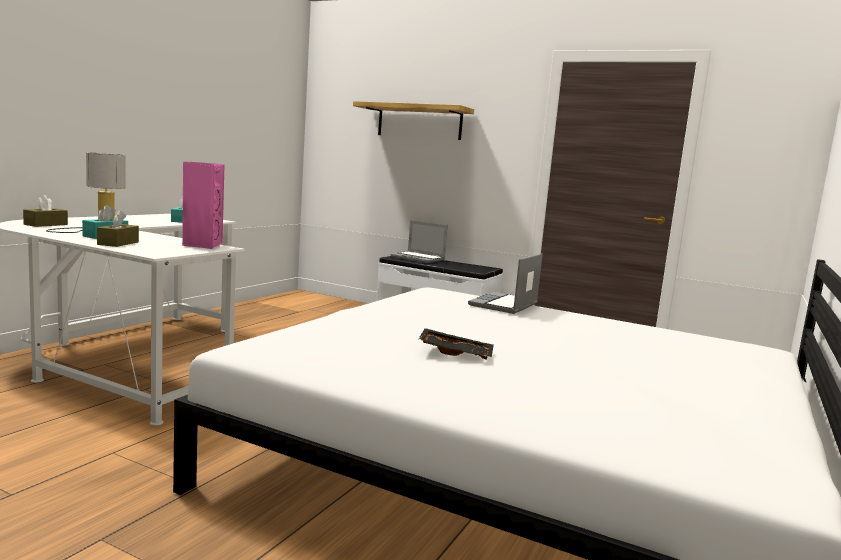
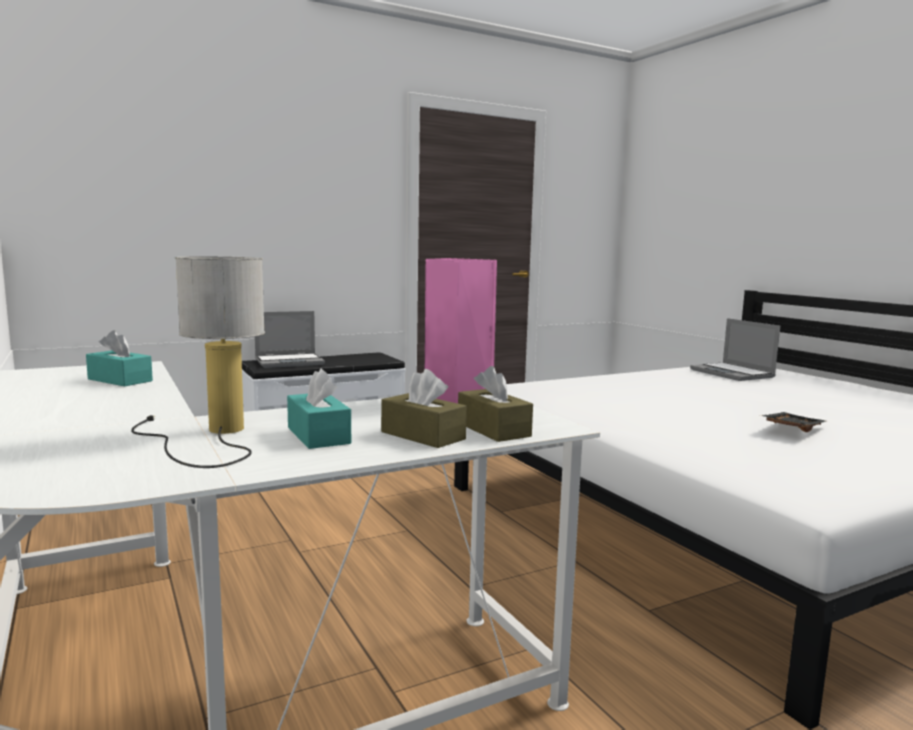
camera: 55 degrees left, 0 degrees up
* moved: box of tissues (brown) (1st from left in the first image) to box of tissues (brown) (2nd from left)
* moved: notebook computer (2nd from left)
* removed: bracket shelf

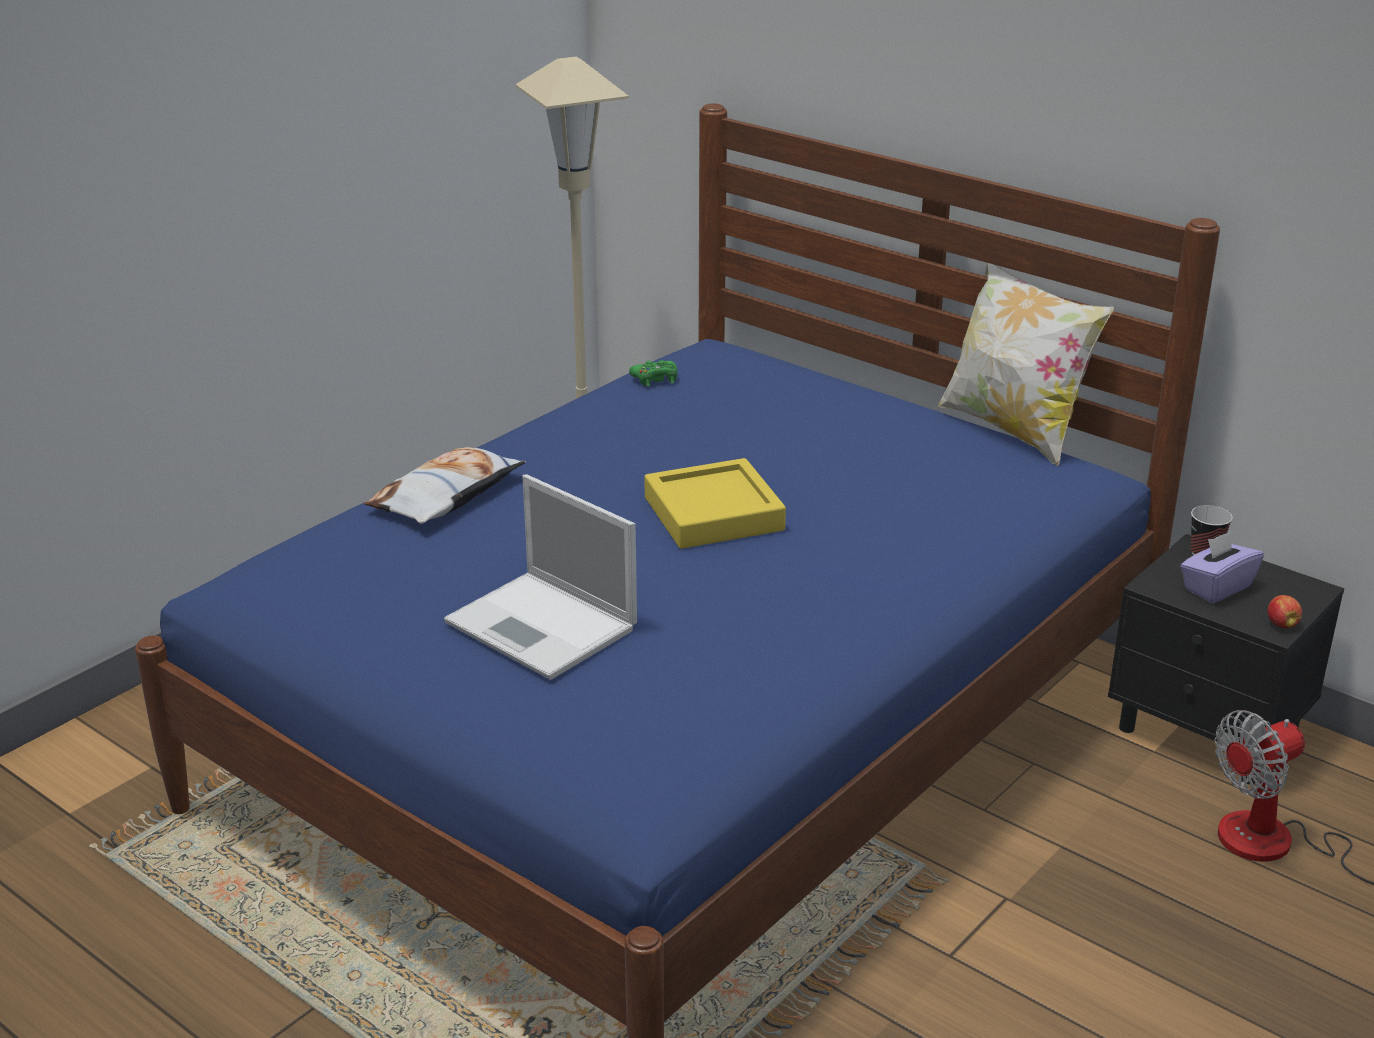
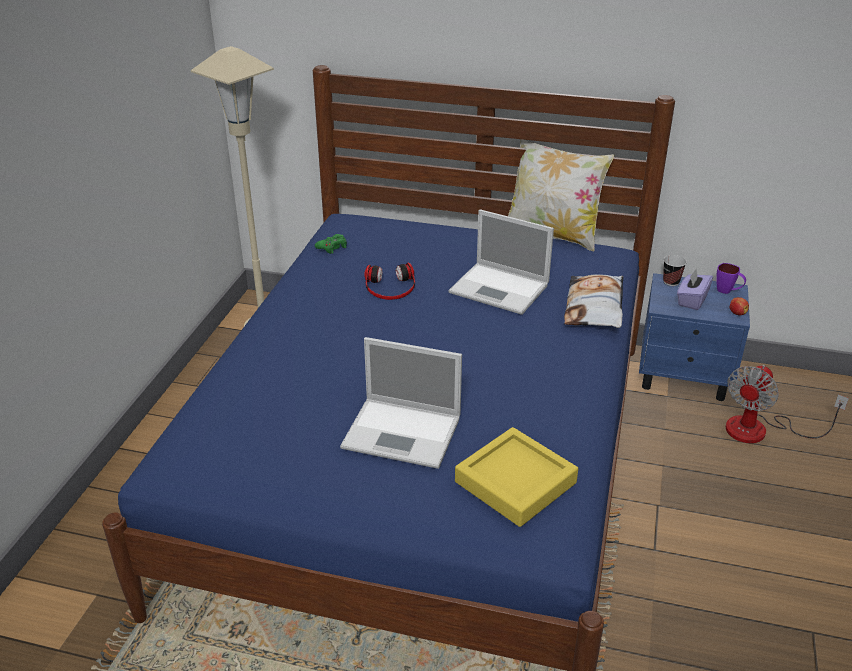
camera: 25 degrees left, 5 degrees up
* added: headphones
* added: notebook computer (2nd from left)
* moved: serving tray (yellow)
* moved: pillow (1st from left in the first image) to pillow (2nd from left)
* recoloured: nightstand (black) to nightstand (blue-coloured)
* added: coffee mug (purple)

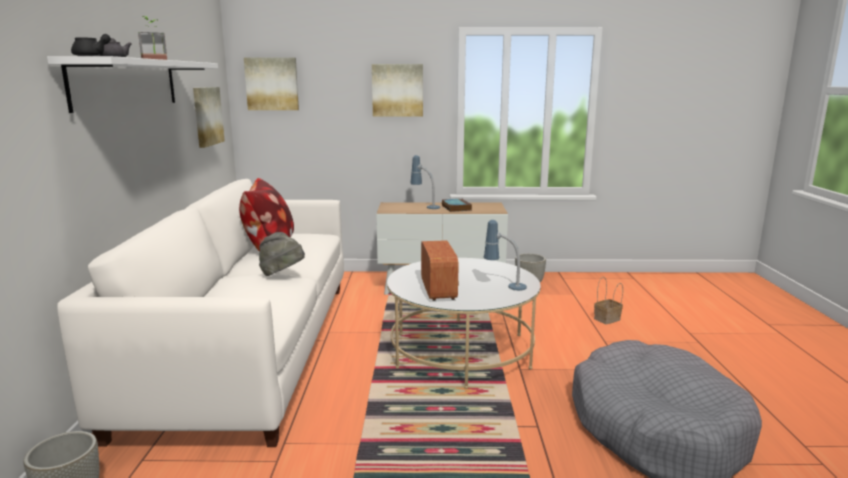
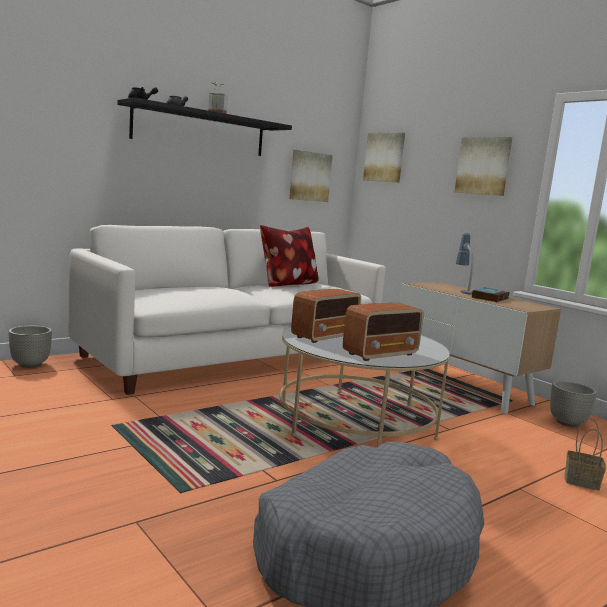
camera: 50 degrees right, 5 degrees down
* recoloured: bracket shelf (white-coloured) to bracket shelf (black)
* replaced: lamp for a table (2nd from left) to radio set (2nd from left)
* removed: wearable hat (grey)

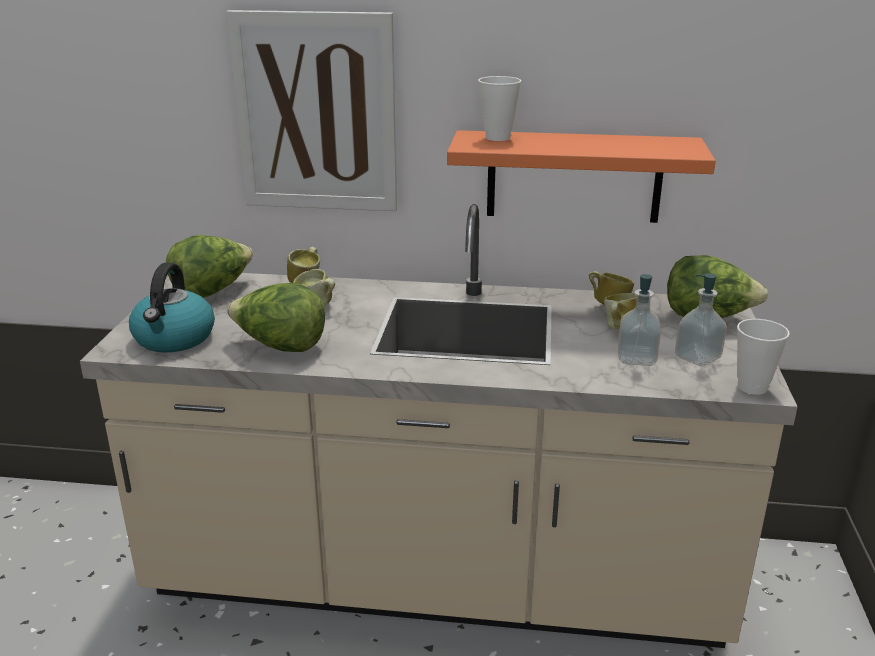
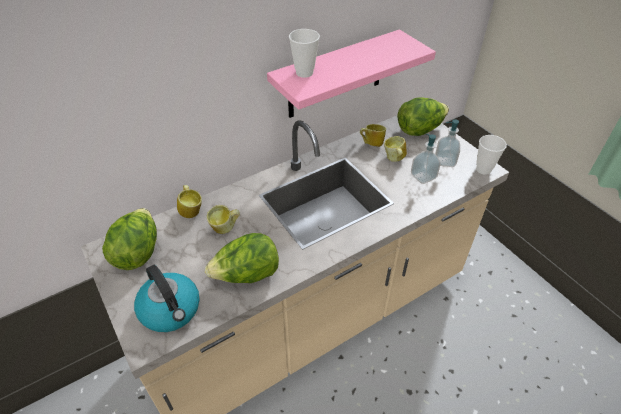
camera: 40 degrees left, 20 degrees up
* recoloured: bracket shelf (orangey) to bracket shelf (pinkish)
* removed: wall picture

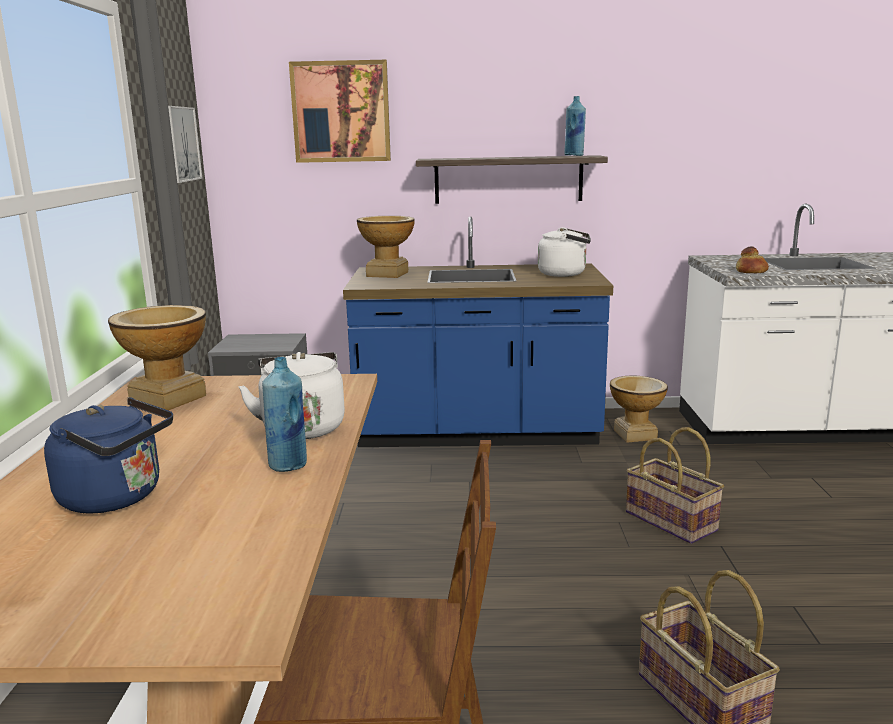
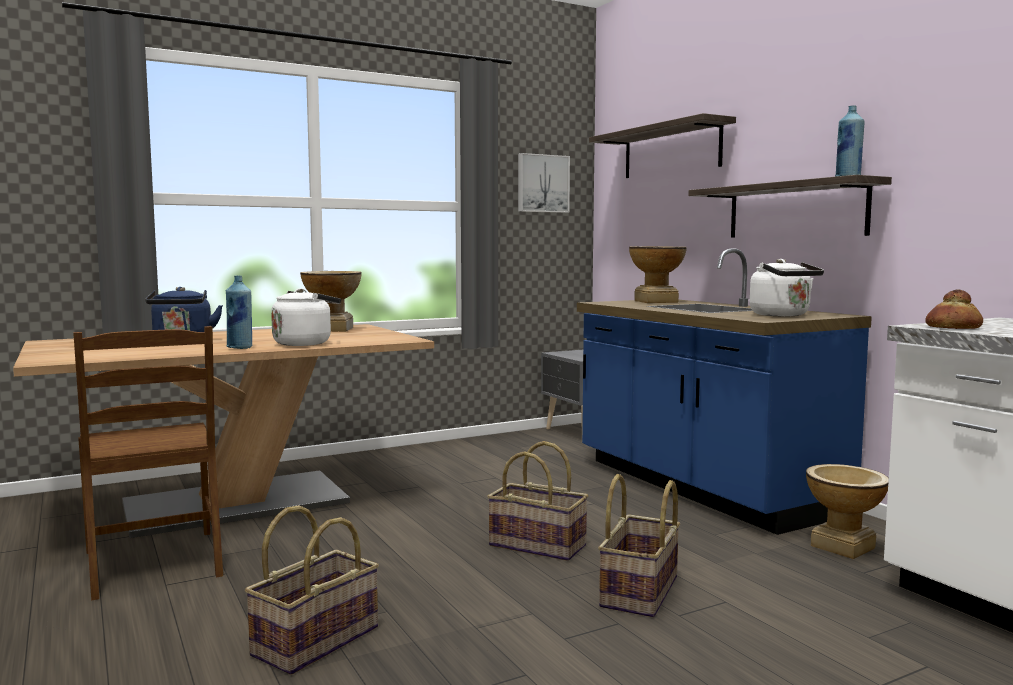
camera: 60 degrees right, 10 degrees down
* added: storage basket (2nd from left)
* replaced: wall picture (2nd from left) to bracket shelf (1st from left)

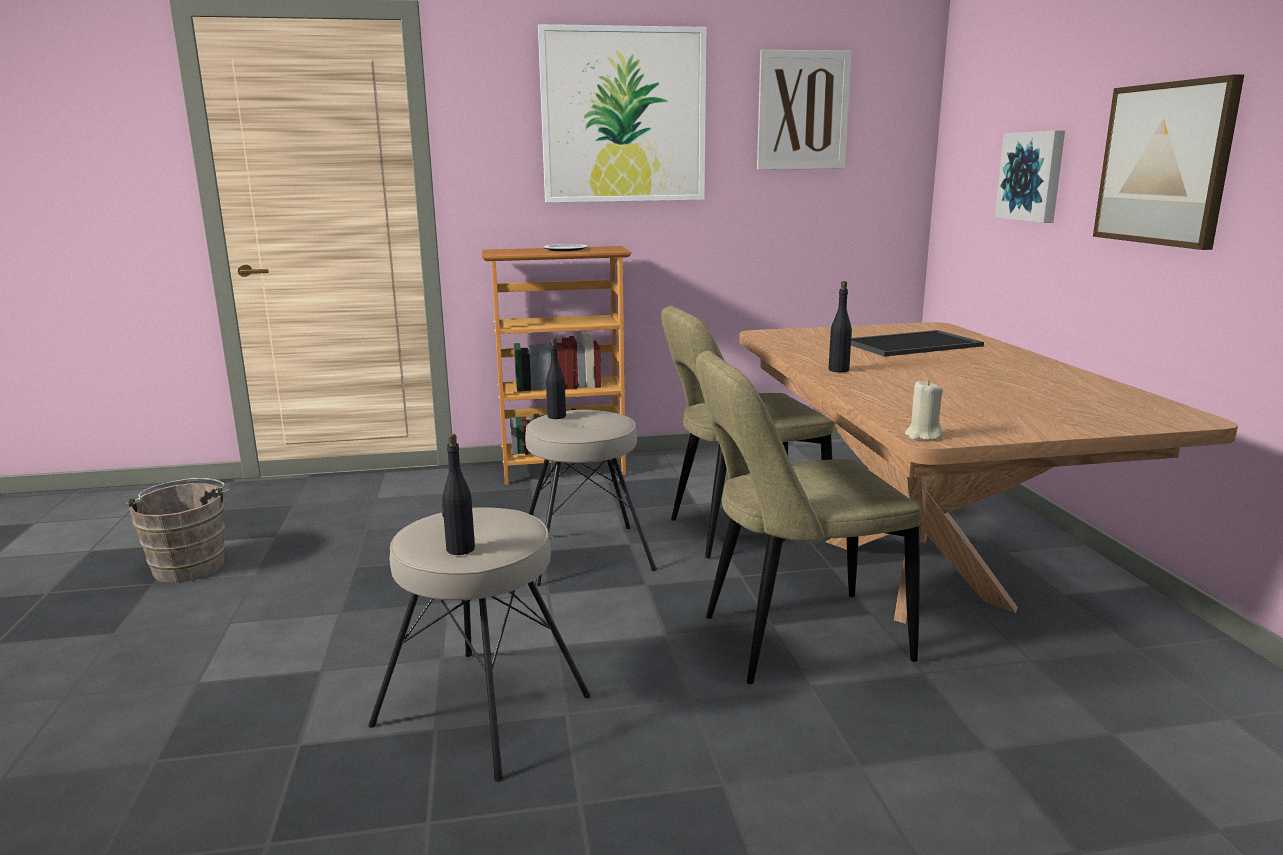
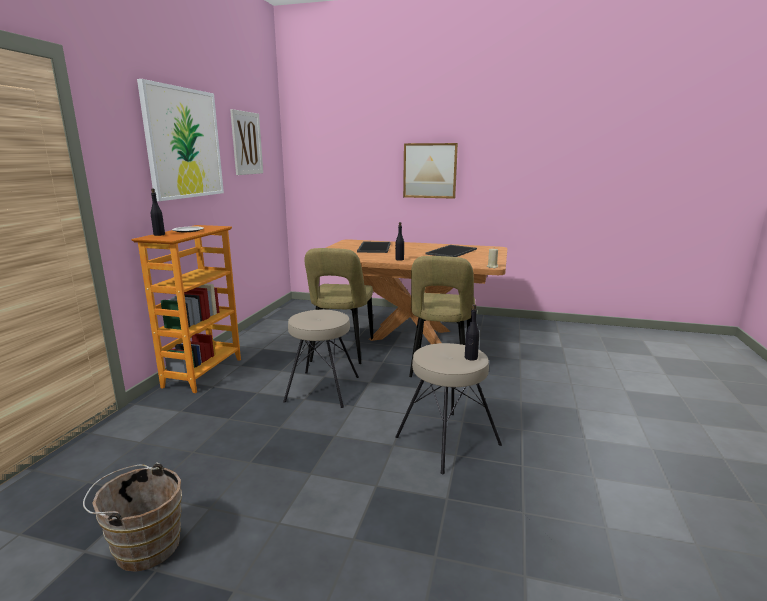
camera: 65 degrees left, 0 degrees up
* moved: drink bottle (black) (2nd from left in the first image) to drink bottle (black) (1st from left)
* added: serving tray (2nd from left)
* removed: wall picture (3rd from left)

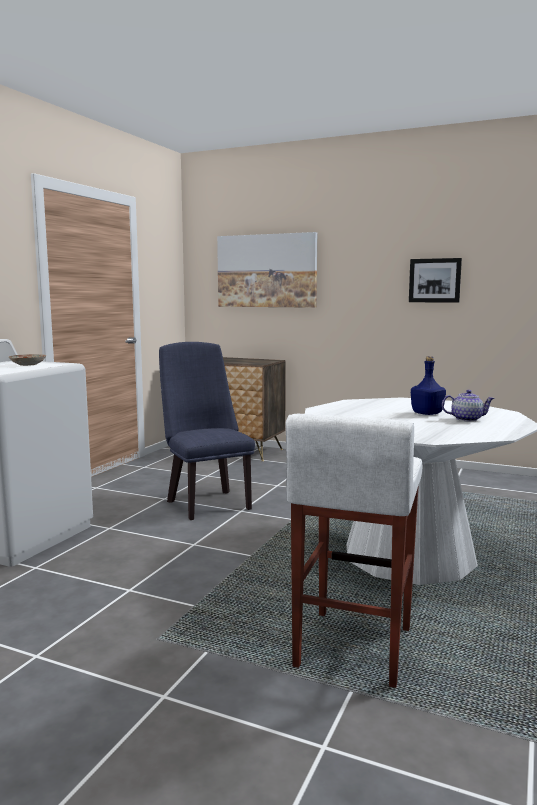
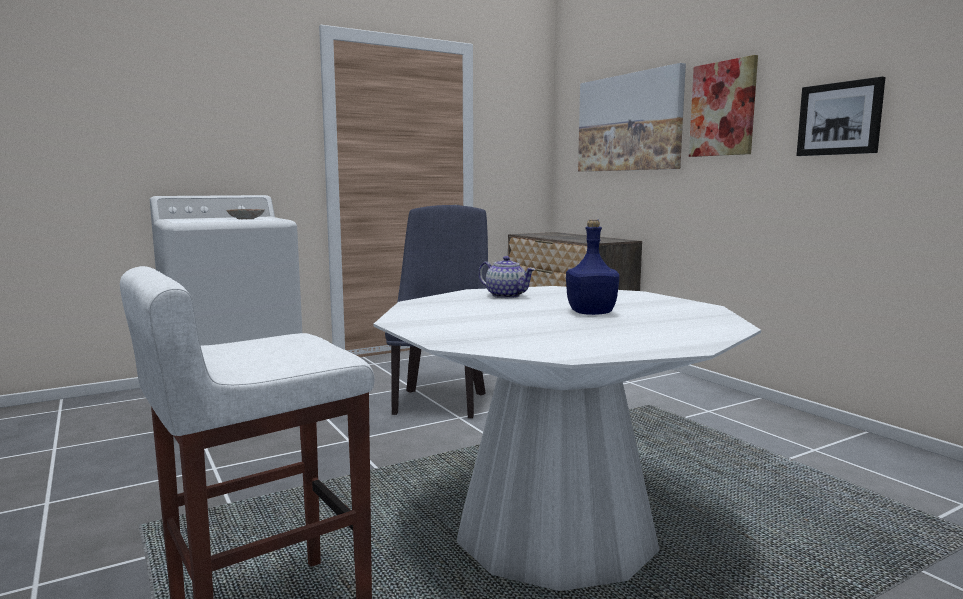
camera: 35 degrees right, 0 degrees up
* moved: pot for tea
* added: wall picture (2nd from left)

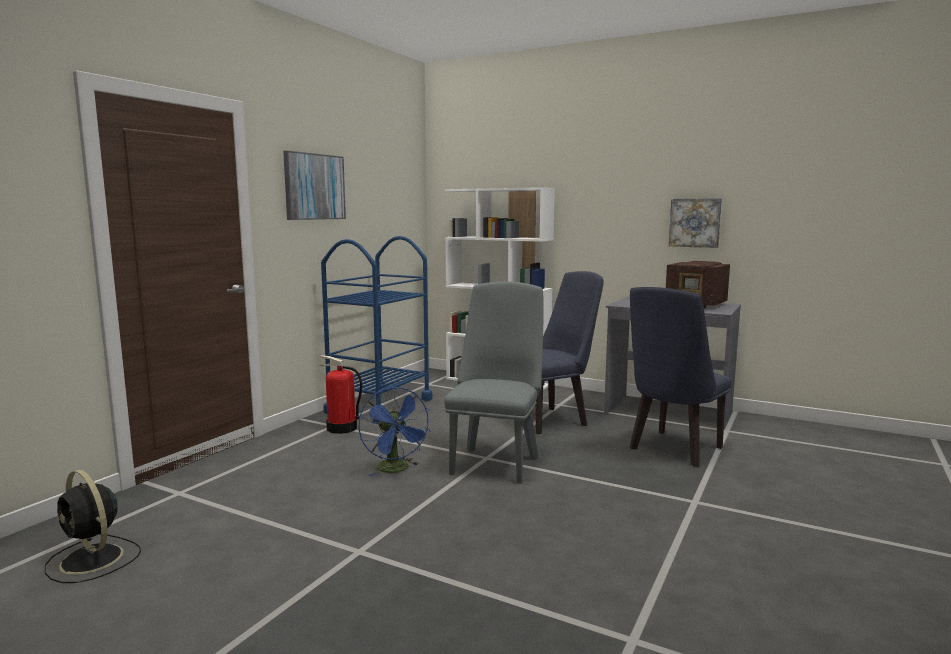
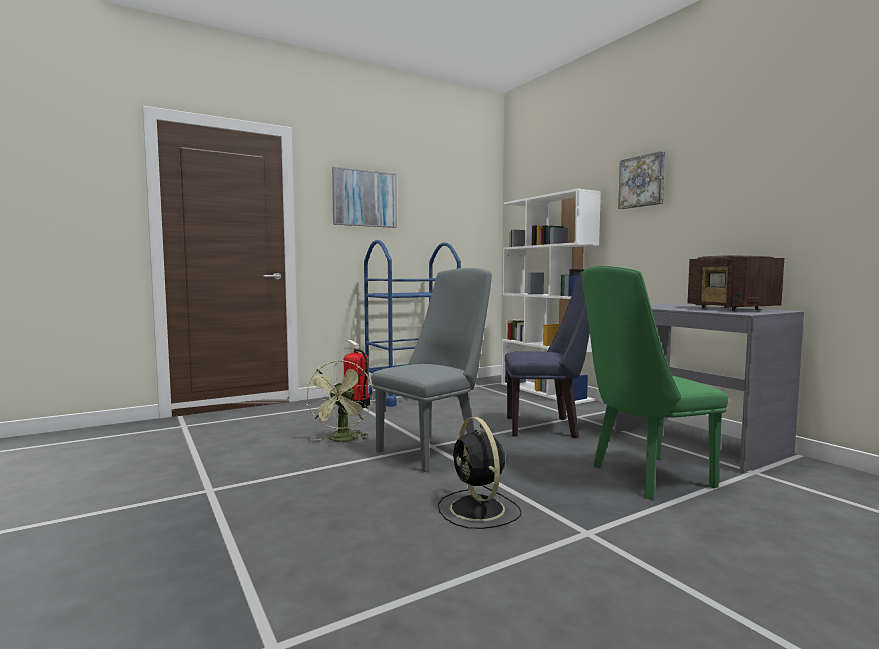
camera: 30 degrees right, 5 degrees down
* recoloured: electric fan (blue-coloured) to electric fan (green-coloured)
* moved: electric fan (black)
* recoloured: upright chair (blue-coloured) (2nd from left) to upright chair (green-coloured)
* moved: wall picture (2nd from left)

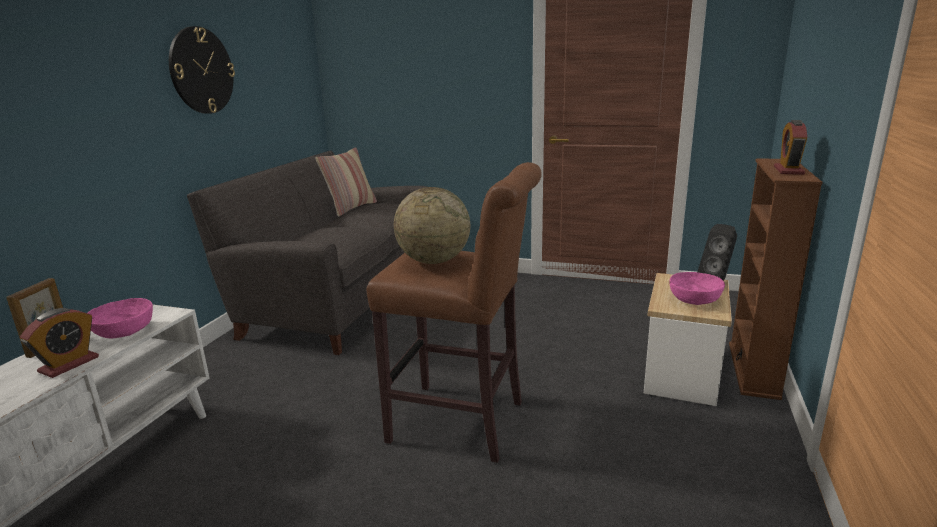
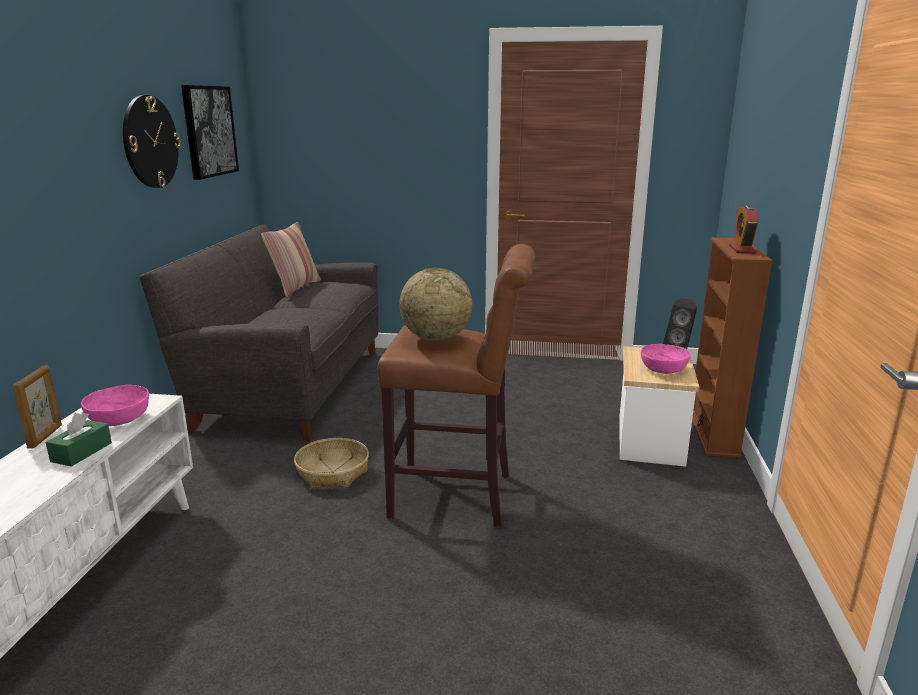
camera: 10 degrees left, 0 degrees up
* replaced: alarm clock (1st from left) to box of tissues (green-coloured)
* added: wall picture
* added: storage basket

